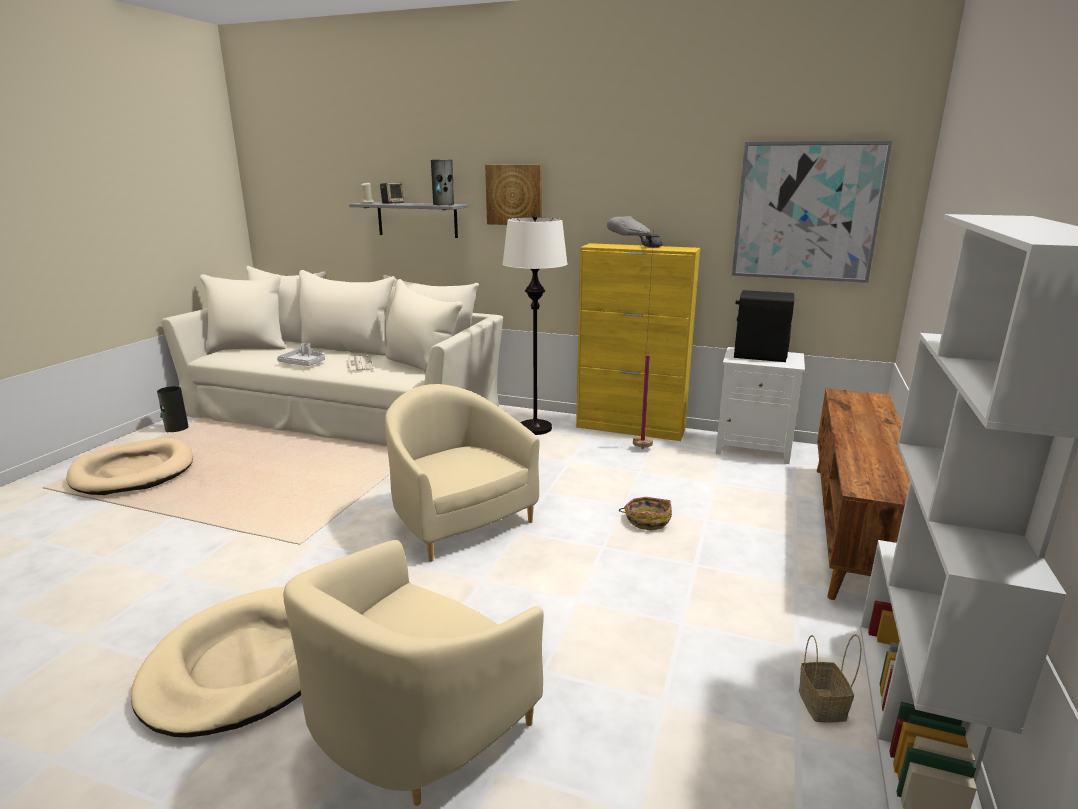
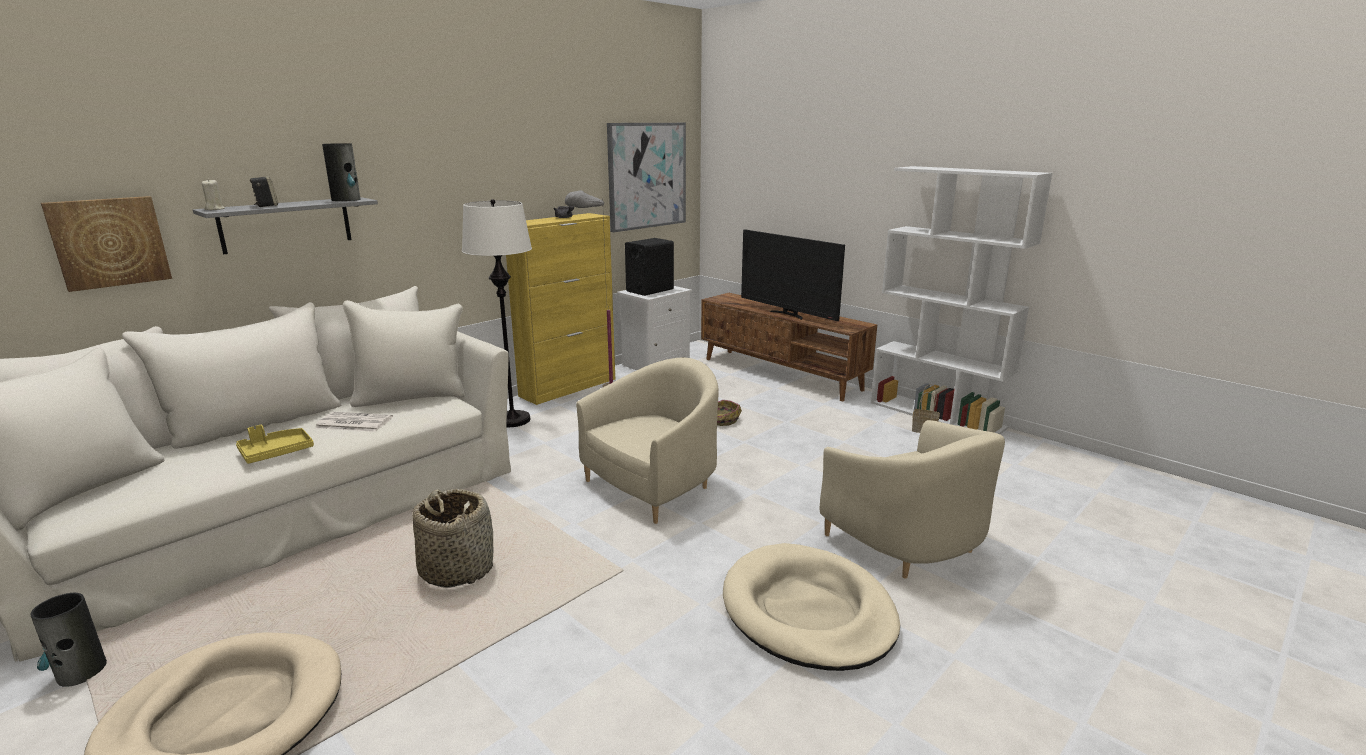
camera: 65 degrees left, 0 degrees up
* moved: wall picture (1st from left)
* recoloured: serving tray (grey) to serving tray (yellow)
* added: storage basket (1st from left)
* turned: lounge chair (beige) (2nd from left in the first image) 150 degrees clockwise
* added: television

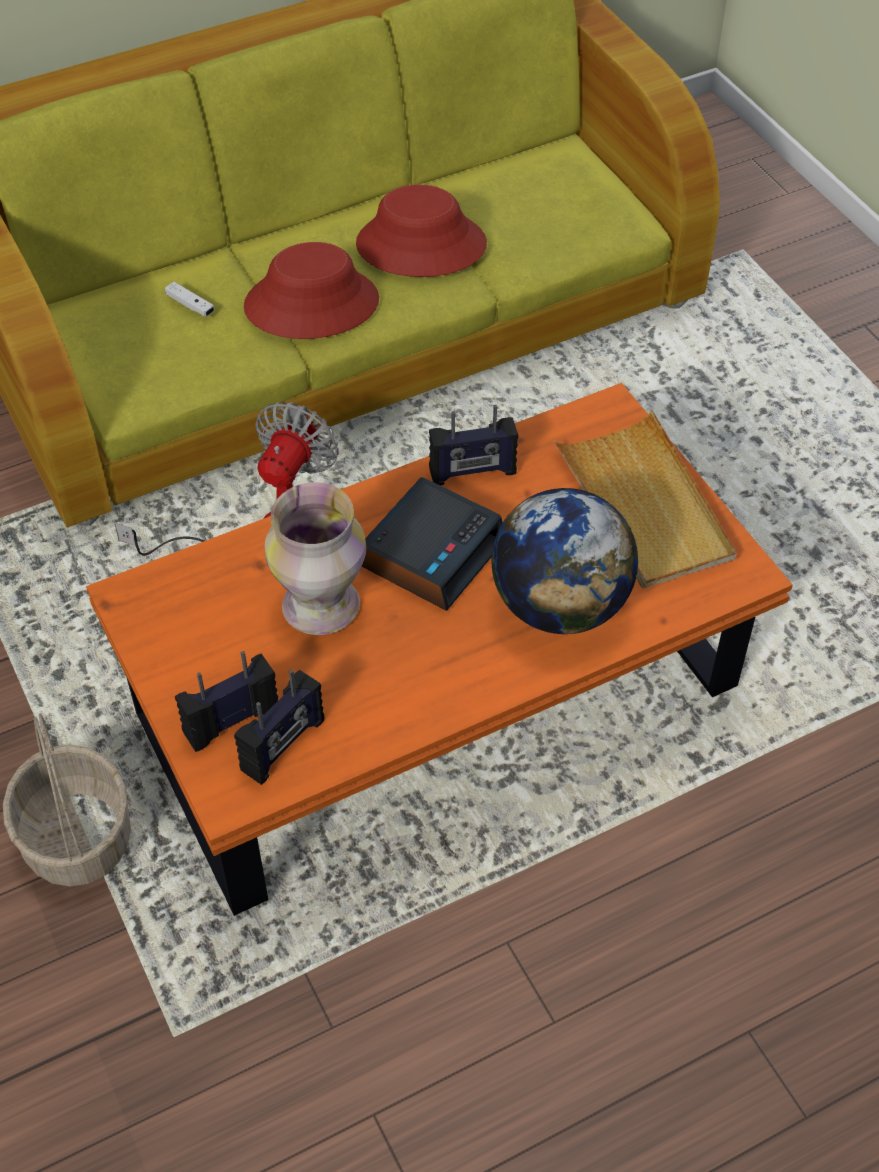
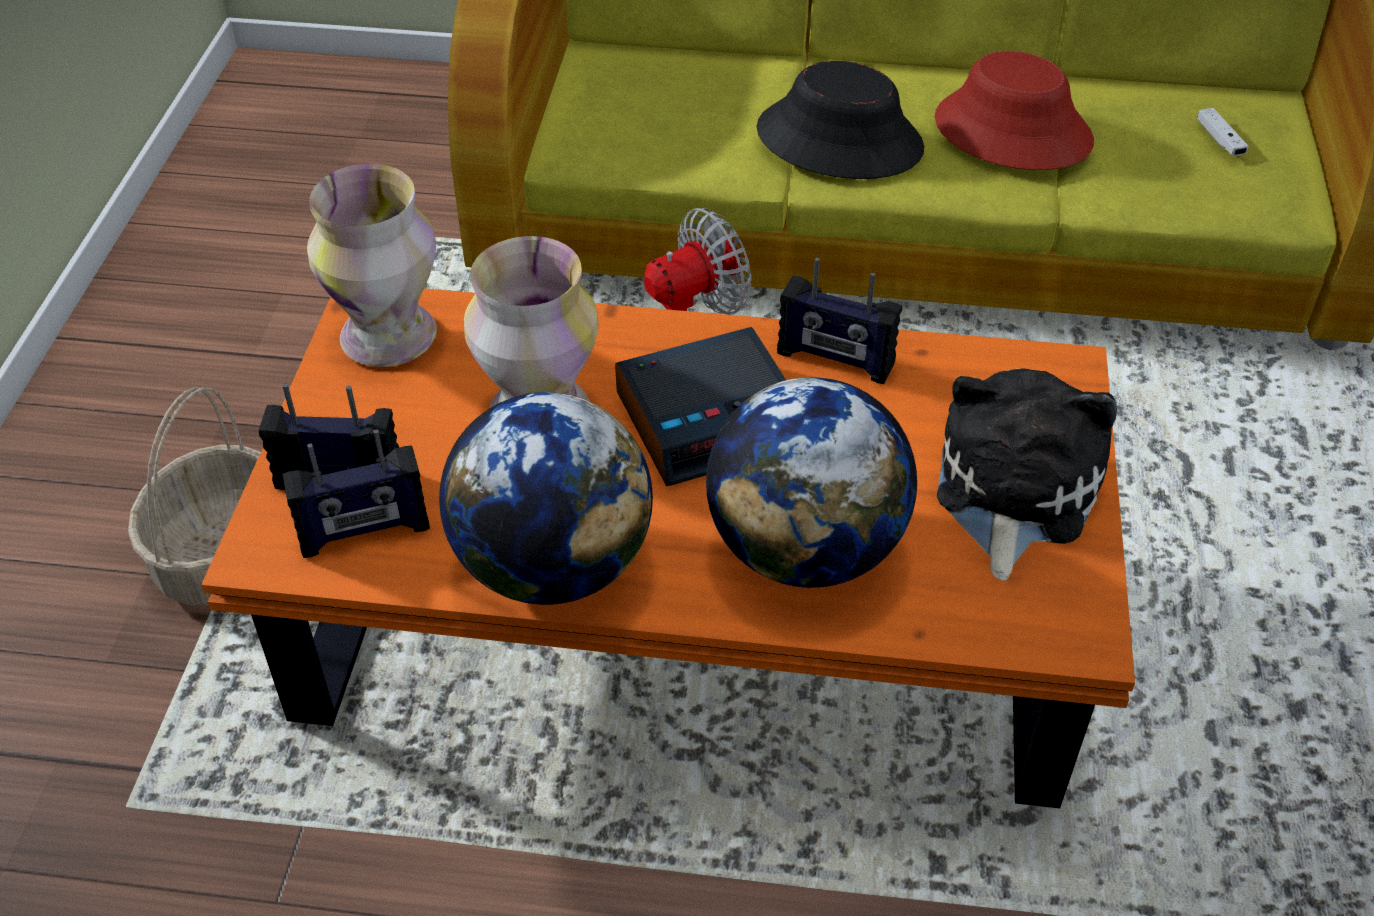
camera: 35 degrees right, 5 degrees down
* added: decorative vase (1st from left)
* added: world globe (1st from left)
* recoloured: wearable hat (reddish) (1st from left) to wearable hat (black)
* replaced: serving tray (beige) to plush toy
* moved: game controller (white-coloured)

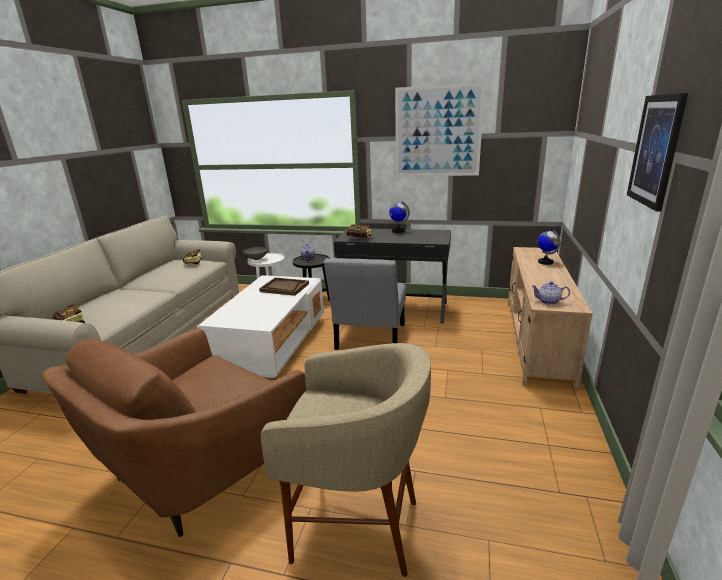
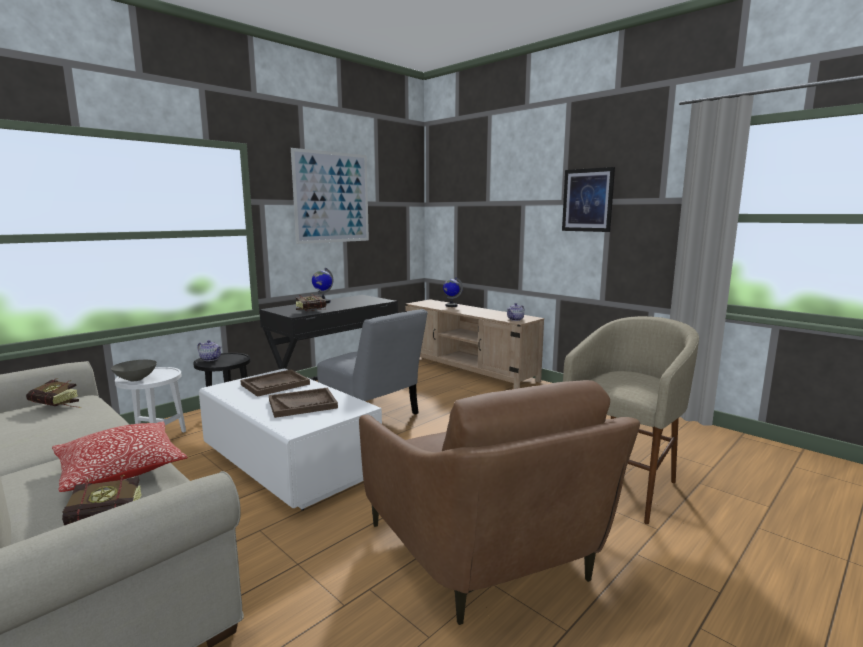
camera: 60 degrees left, 10 degrees down
* added: pillow
* added: serving tray (brown) (2nd from left)

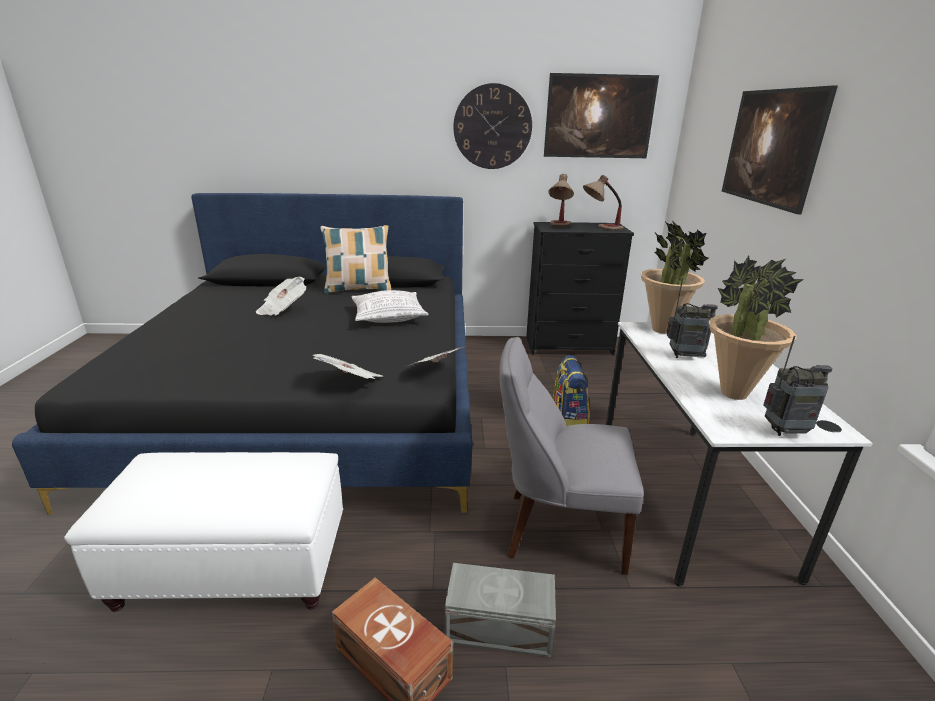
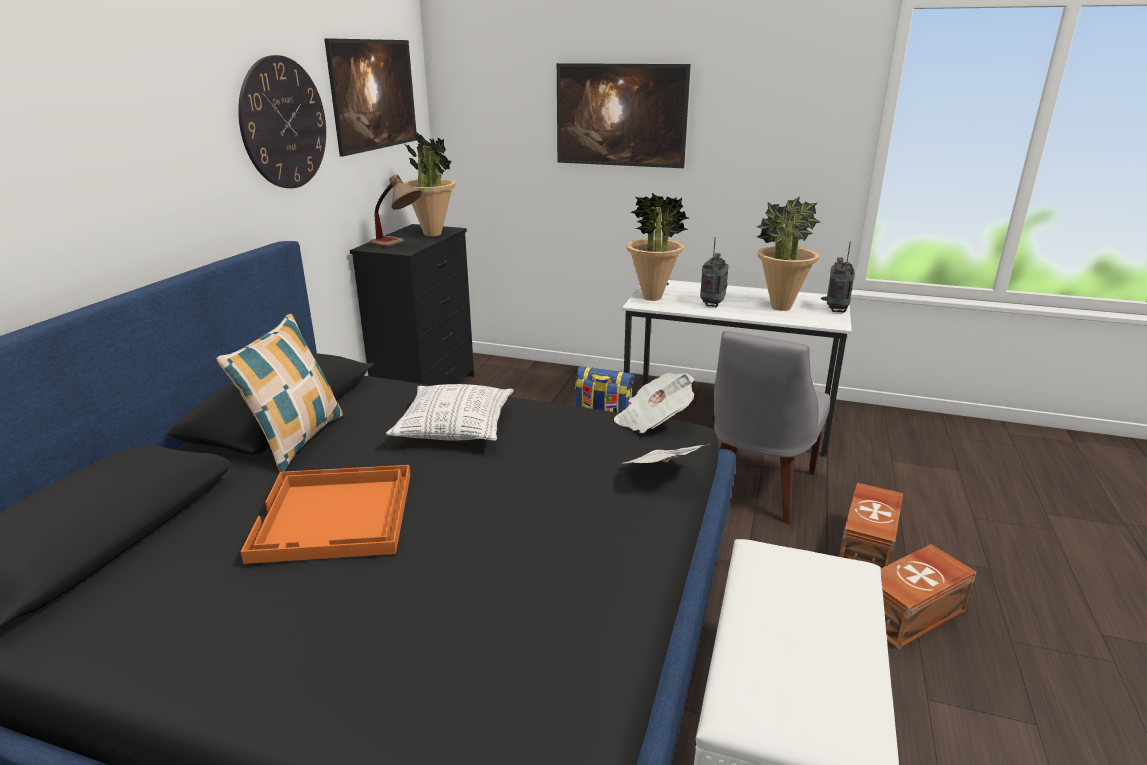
camera: 70 degrees left, 0 degrees up
* replaced: daily paper (1st from left) to serving tray (orangey)
* replaced: lamp for a table (2nd from left) to houseplant (1st from left)
* recoloured: storage container (grey) to storage container (brown) (1st from left)

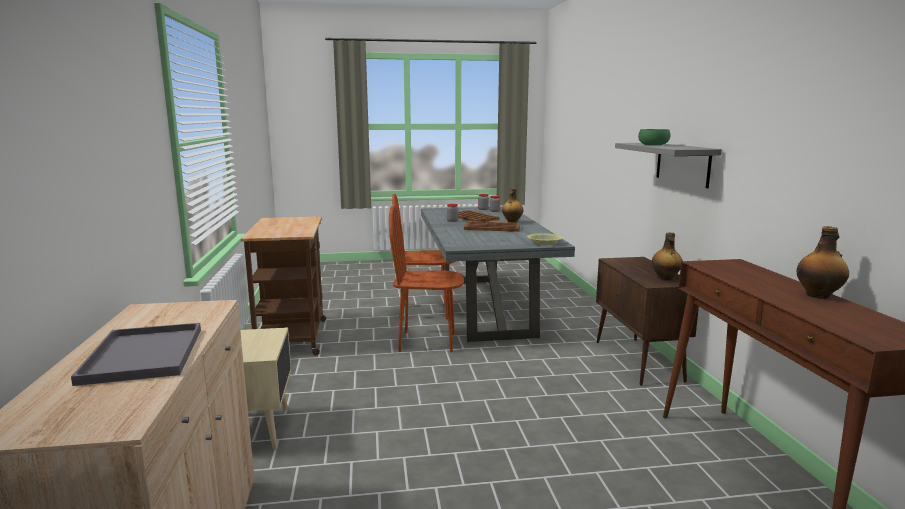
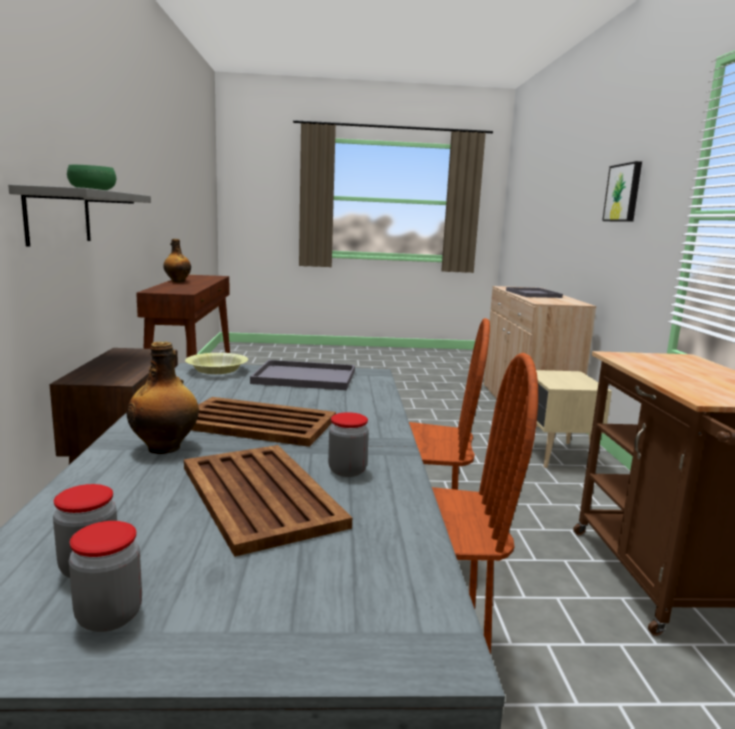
camera: 175 degrees left, 0 degrees up
* added: serving tray (grey) (1st from left)
* added: wall picture
* removed: drink bottle (2nd from left)

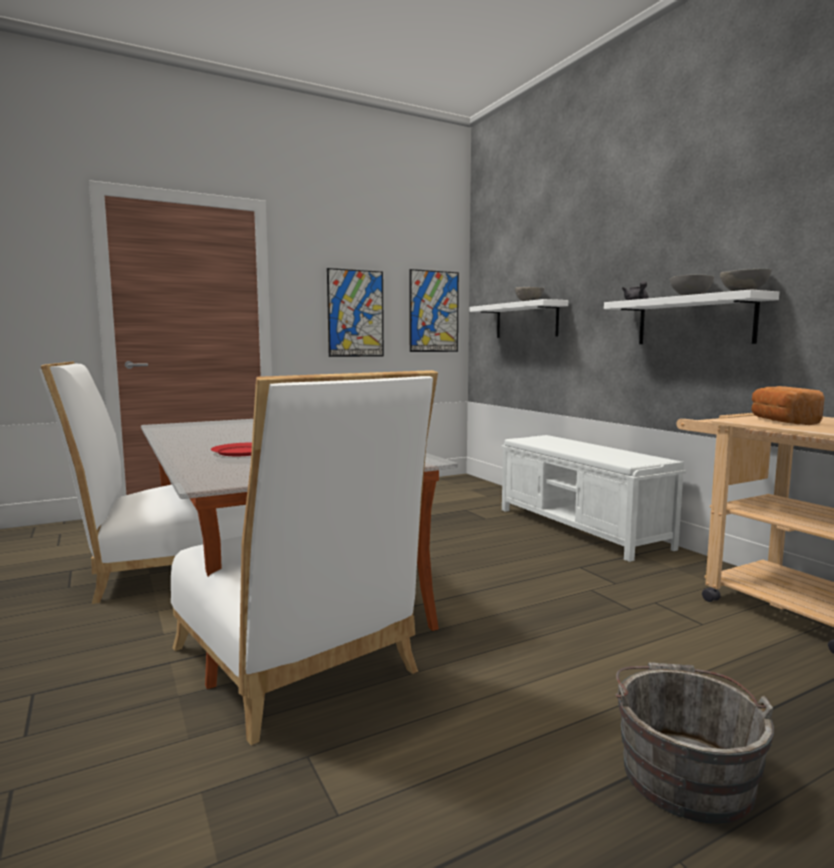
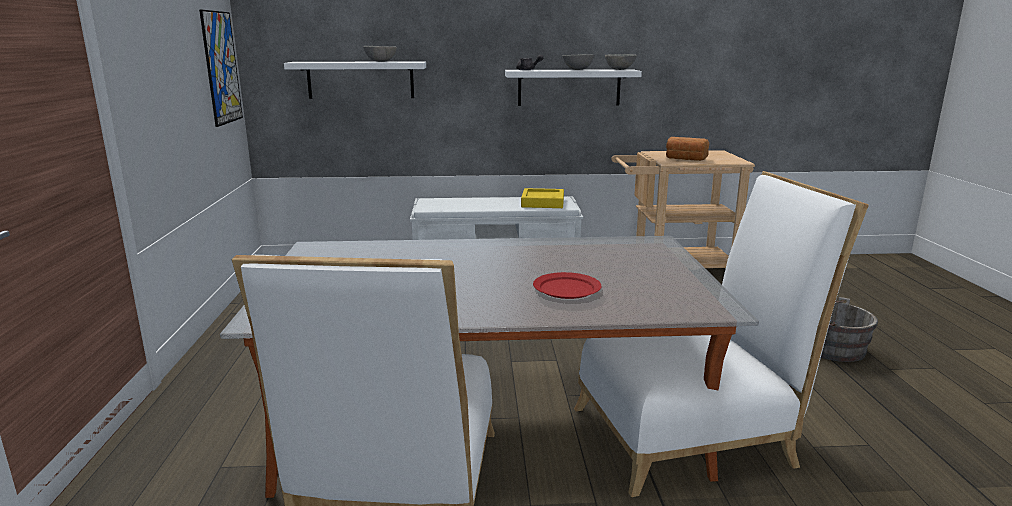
camera: 65 degrees left, 10 degrees up
* added: serving tray (yellow)
* removed: wall picture (1st from left)

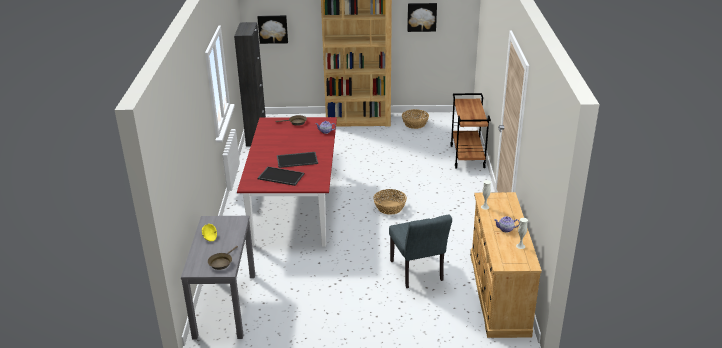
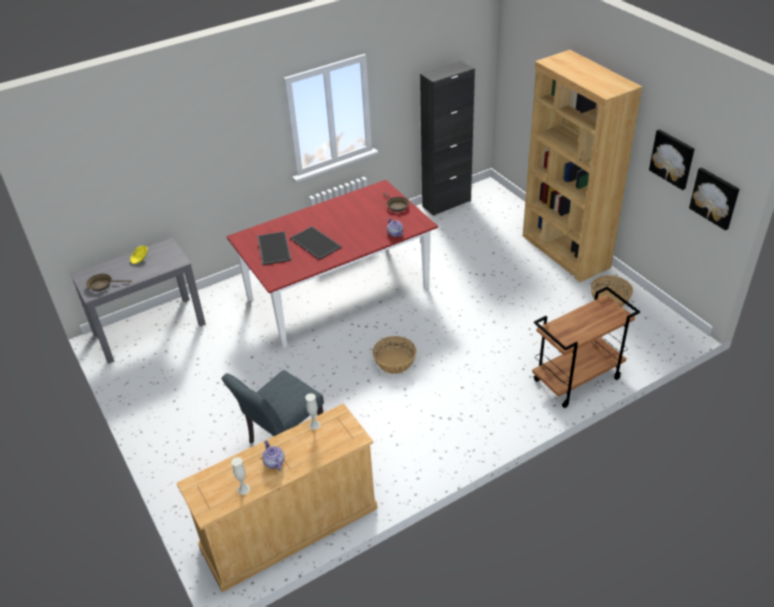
camera: 60 degrees right, 10 degrees up
* moved: wall picture (1st from left in the first image) to wall picture (2nd from left)

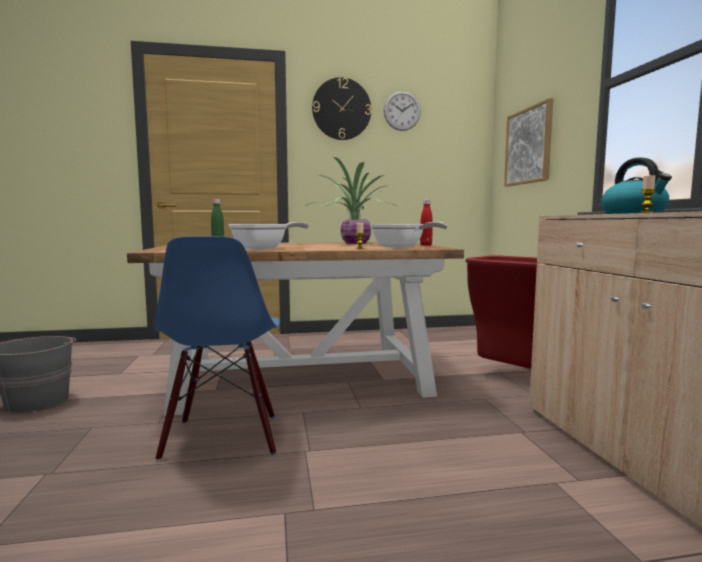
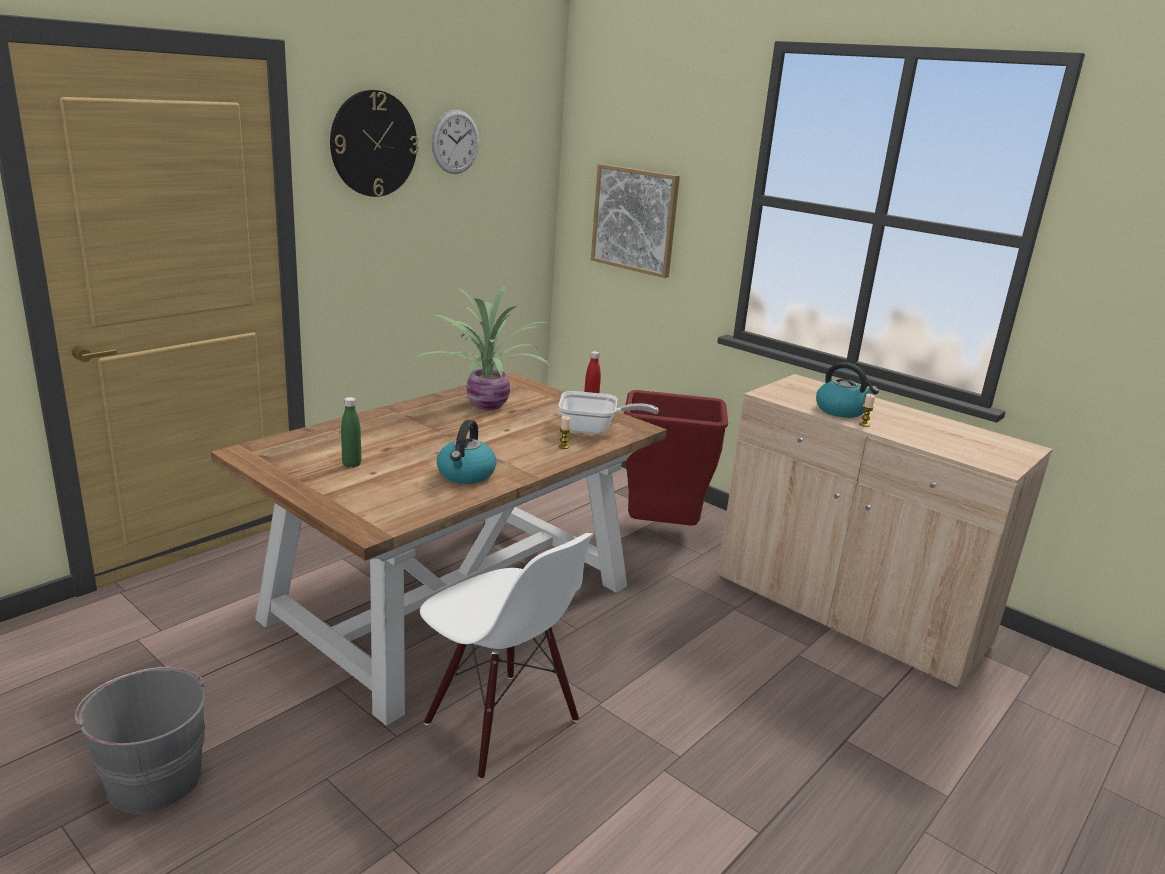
camera: 40 degrees left, 15 degrees up
* recoloured: upright chair (blue-coloured) to upright chair (white-coloured)
* replaced: pan (1st from left) to tea kettle (1st from left)

